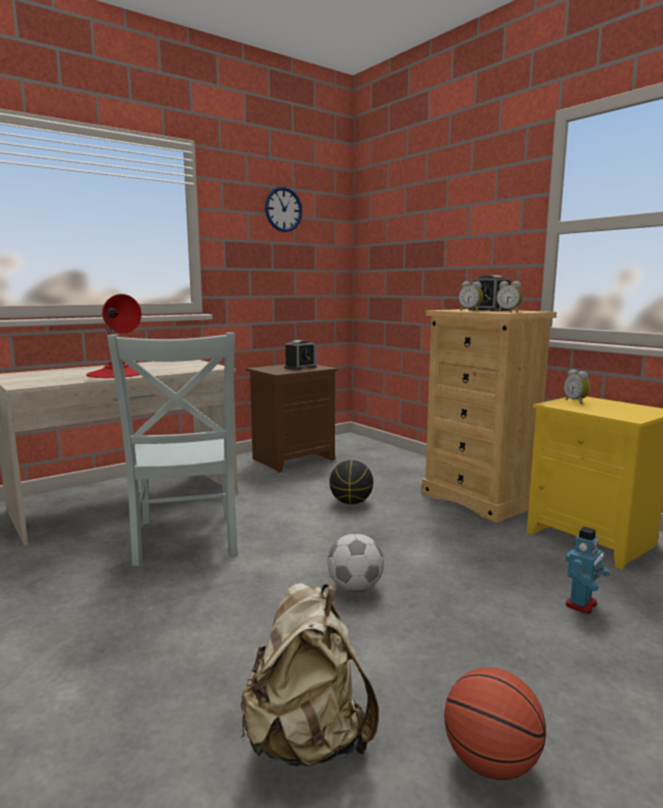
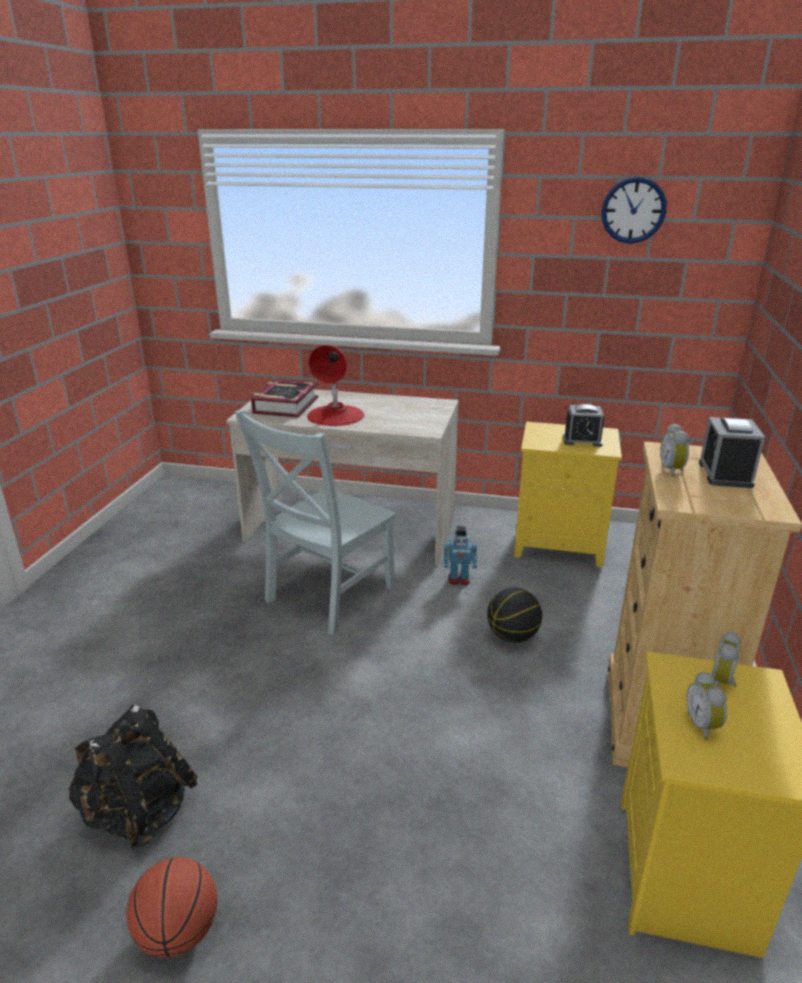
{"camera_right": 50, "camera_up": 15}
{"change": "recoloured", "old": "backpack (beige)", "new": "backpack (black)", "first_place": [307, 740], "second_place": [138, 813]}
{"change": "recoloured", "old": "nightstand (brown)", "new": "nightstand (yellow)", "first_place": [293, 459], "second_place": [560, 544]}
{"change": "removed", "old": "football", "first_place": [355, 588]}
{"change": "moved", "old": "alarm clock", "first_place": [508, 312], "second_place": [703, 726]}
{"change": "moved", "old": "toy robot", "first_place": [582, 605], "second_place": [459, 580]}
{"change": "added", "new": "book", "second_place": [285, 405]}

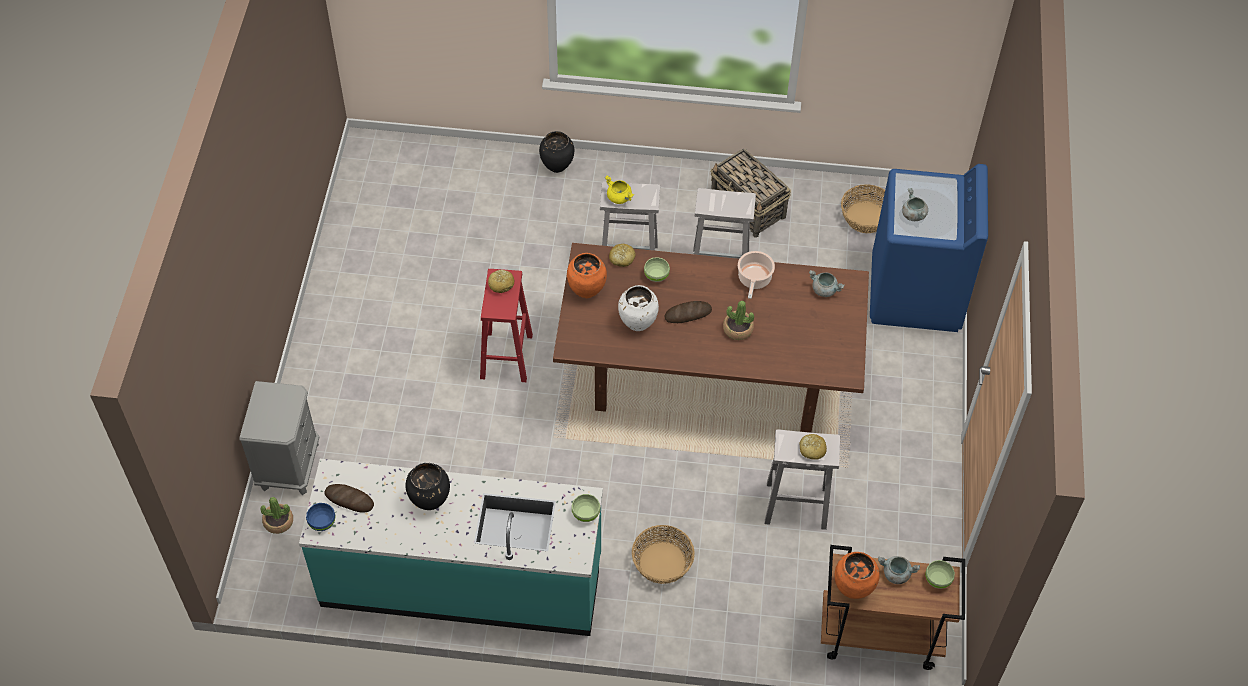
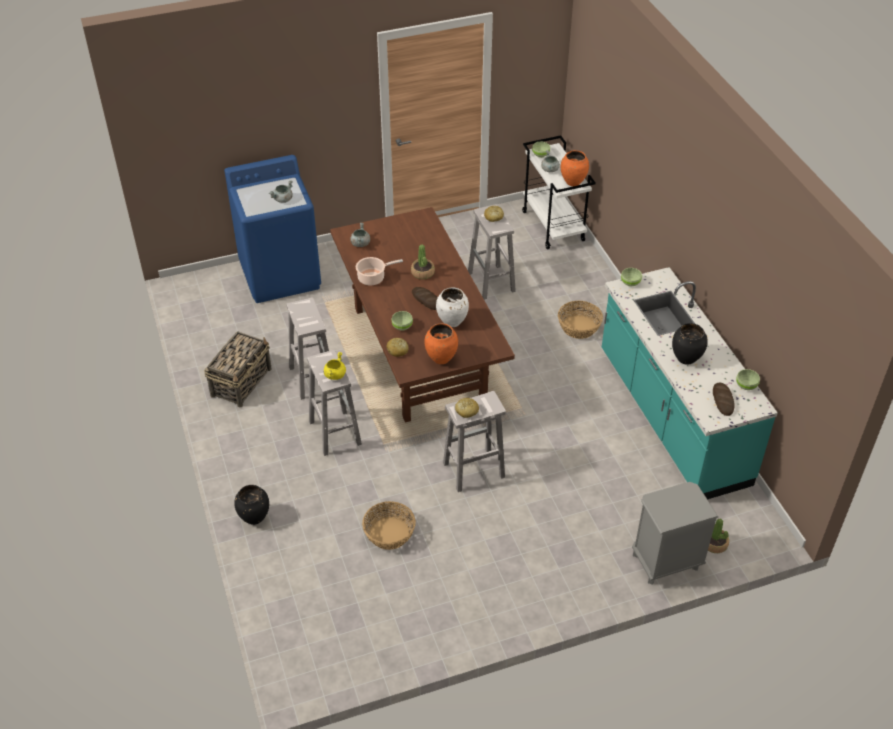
{"camera_right": -115, "camera_up": -10}
{"change": "removed", "old": "bowl (blue)", "first_place": [322, 522]}
{"change": "recoloured", "old": "stool (red)", "new": "stool (white)", "first_place": [506, 355], "second_place": [472, 470]}
{"change": "recoloured", "old": "cart (brown)", "new": "cart (white)", "first_place": [878, 636], "second_place": [554, 226]}
{"change": "moved", "old": "basket", "first_place": [866, 218], "second_place": [389, 533]}
{"change": "added", "new": "bowl (green)", "second_place": [745, 386]}

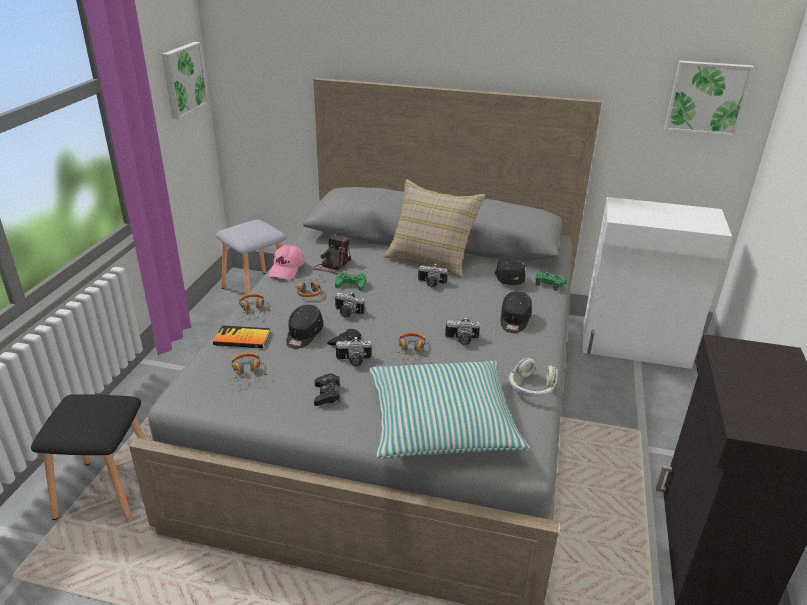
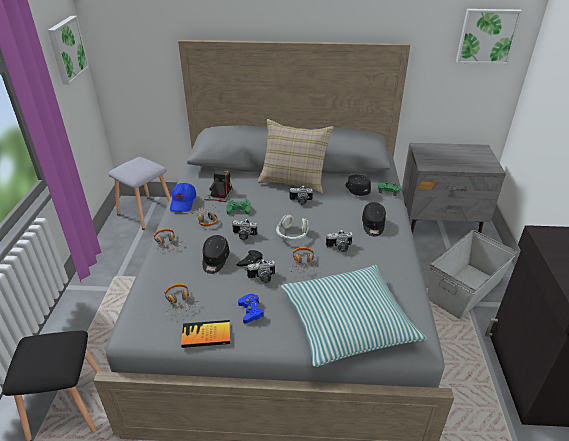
{"camera_right": -10, "camera_up": 5}
{"change": "moved", "old": "book", "first_place": [242, 338], "second_place": [206, 335]}
{"change": "recoloured", "old": "cap (pink)", "new": "cap (blue)", "first_place": [287, 269], "second_place": [183, 202]}
{"change": "recoloured", "old": "game controller (black)", "new": "game controller (blue)", "first_place": [327, 394], "second_place": [250, 311]}
{"change": "moved", "old": "headphones", "first_place": [531, 388], "second_place": [292, 235]}
{"change": "replaced", "old": "cabinet (white)", "new": "nightstand (grey)", "first_place": [635, 346], "second_place": [440, 223]}
{"change": "added", "new": "storage box (grey)", "second_place": [465, 290]}

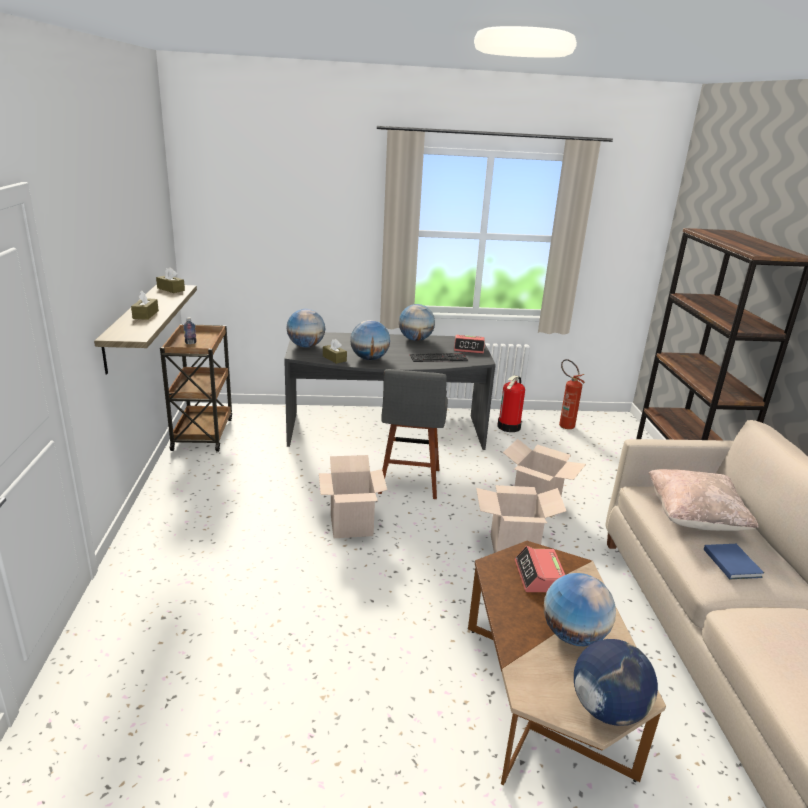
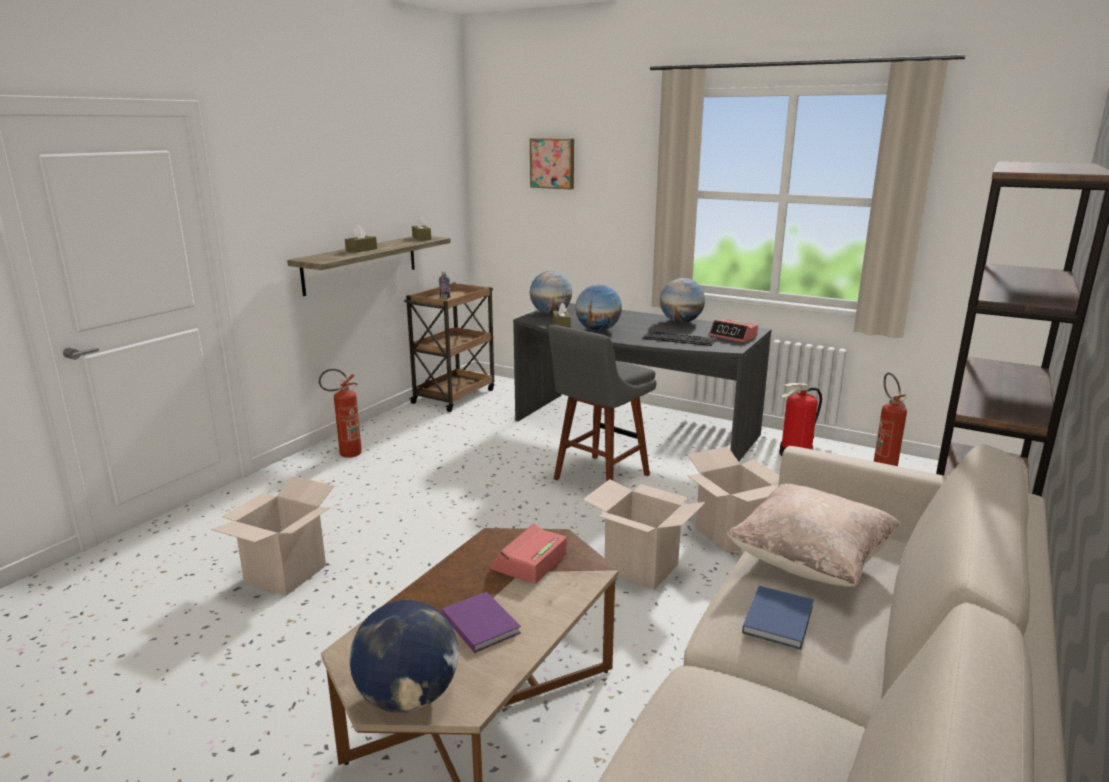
{"camera_right": 35, "camera_up": -5}
{"change": "moved", "old": "cardboard box", "first_place": [351, 525], "second_place": [285, 574]}
{"change": "replaced", "old": "globe", "new": "book (purple)", "first_place": [573, 635], "second_place": [481, 623]}
{"change": "added", "new": "fire extinguisher", "second_place": [345, 455]}
{"change": "added", "new": "picture", "second_place": [553, 163]}

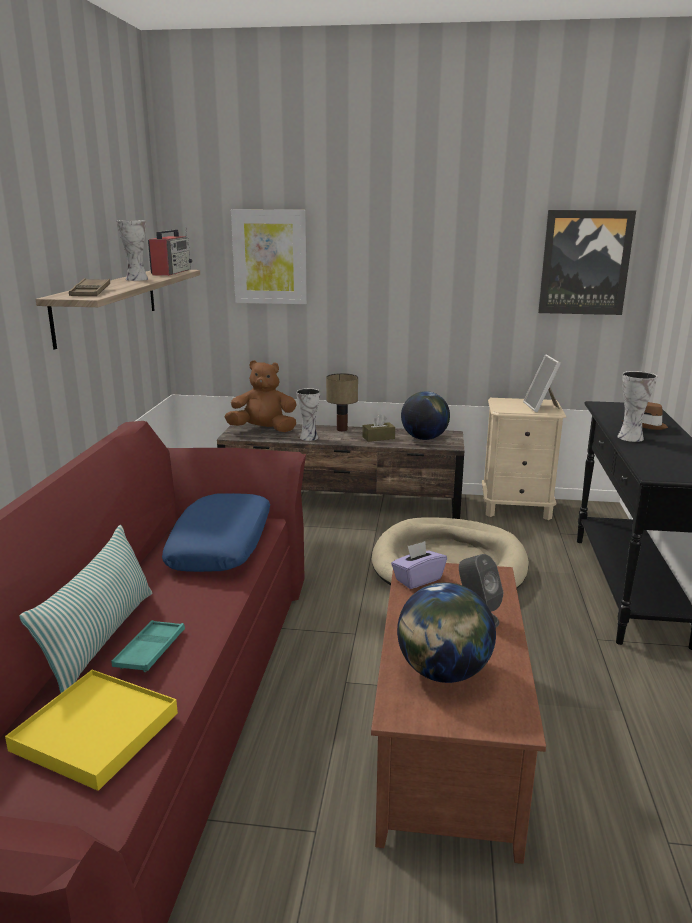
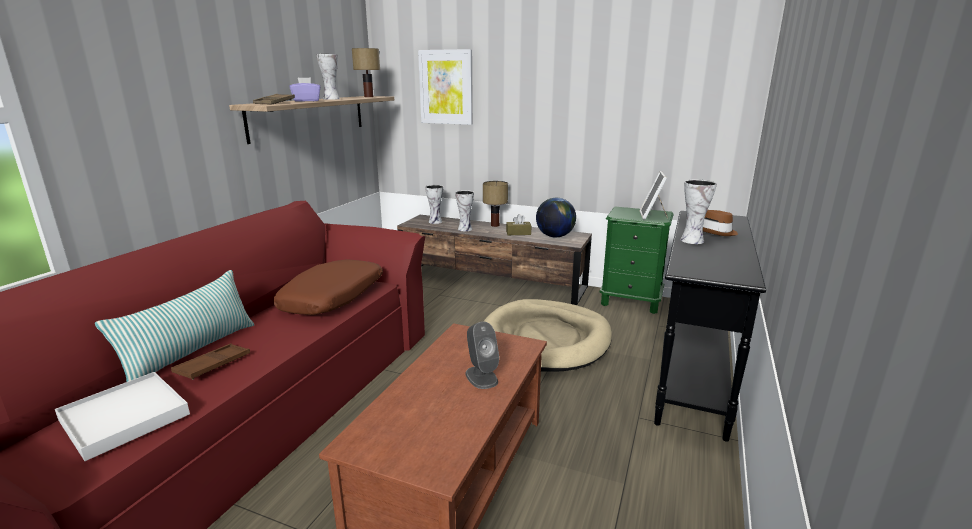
{"camera_right": 15, "camera_up": 0}
{"change": "recoloured", "old": "tray (yellow)", "new": "tray (white)", "first_place": [95, 731], "second_place": [125, 417]}
{"change": "recoloured", "old": "tray (turquoise)", "new": "tray (brown)", "first_place": [150, 651], "second_place": [213, 365]}
{"change": "replaced", "old": "radio", "new": "table lamp", "first_place": [171, 272], "second_place": [368, 97]}
{"change": "recoloured", "old": "pillow (blue)", "new": "pillow (brown)", "first_place": [221, 545], "second_place": [333, 298]}
{"change": "replaced", "old": "plush toy (brown)", "new": "vase", "first_place": [263, 430], "second_place": [436, 221]}
{"change": "moved", "old": "tissue box (purple)", "first_place": [417, 579], "second_place": [306, 101]}
{"change": "removed", "old": "globe", "first_place": [443, 672]}
{"change": "recoloured", "old": "nightstand (beige)", "new": "nightstand (green)", "first_place": [516, 508], "second_place": [631, 301]}
{"change": "removed", "old": "picture", "first_place": [585, 263]}

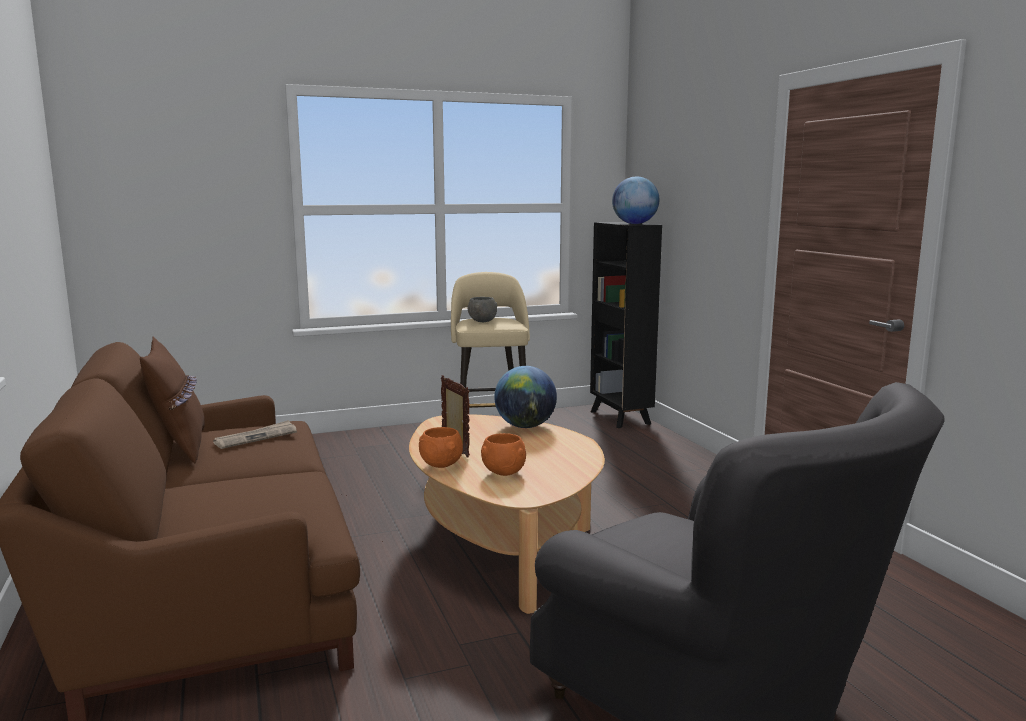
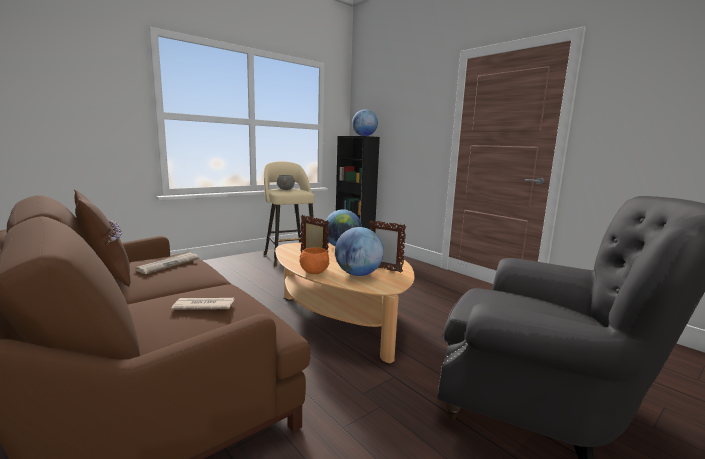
{"camera_right": -20, "camera_up": 0}
{"change": "replaced", "old": "bowl (orange)", "new": "globe", "first_place": [503, 473], "second_place": [358, 274]}
{"change": "added", "new": "newspaper", "second_place": [204, 306]}
{"change": "added", "new": "picture frame", "second_place": [384, 269]}

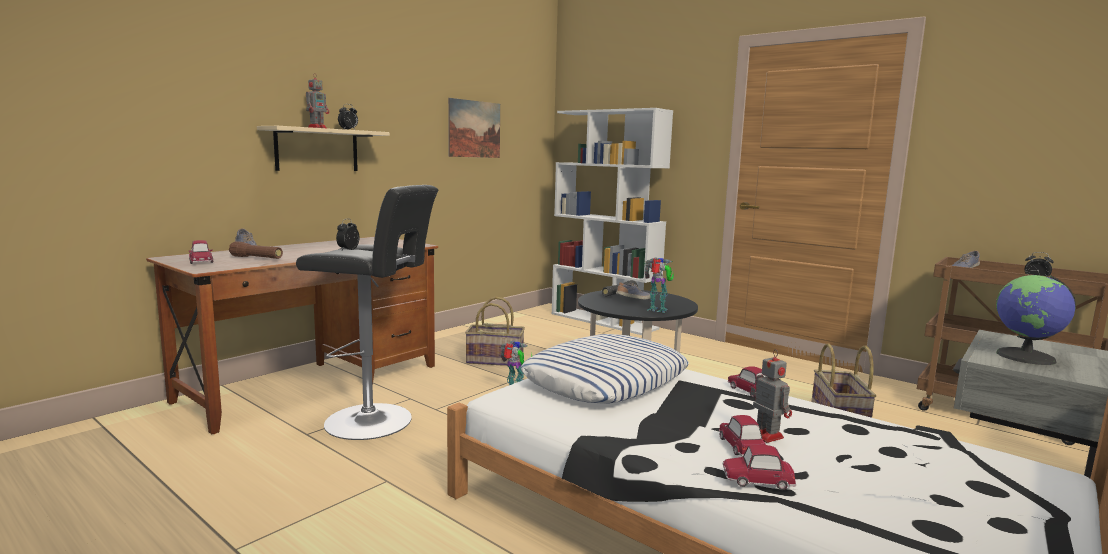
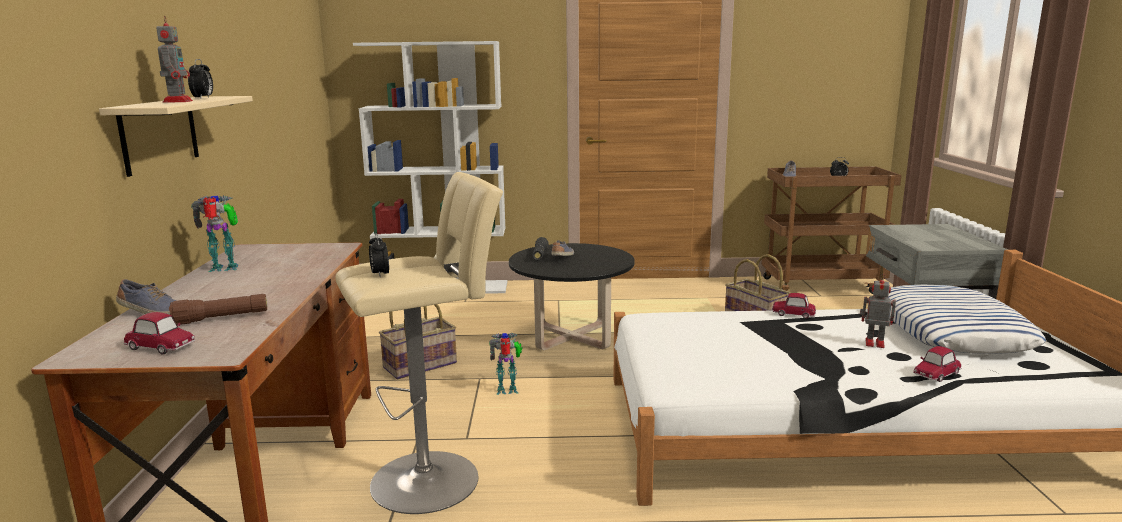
{"camera_right": -40, "camera_up": 5}
{"change": "recoloured", "old": "stool (black)", "new": "stool (beige)", "first_place": [374, 421], "second_place": [433, 478]}
{"change": "removed", "old": "picture", "first_place": [474, 129]}
{"change": "moved", "old": "pillow", "first_place": [605, 380], "second_place": [951, 330]}
{"change": "moved", "old": "toy robot", "first_place": [658, 310], "second_place": [225, 269]}
{"change": "removed", "old": "toy car", "first_place": [741, 446]}
{"change": "removed", "old": "globe", "first_place": [1026, 357]}

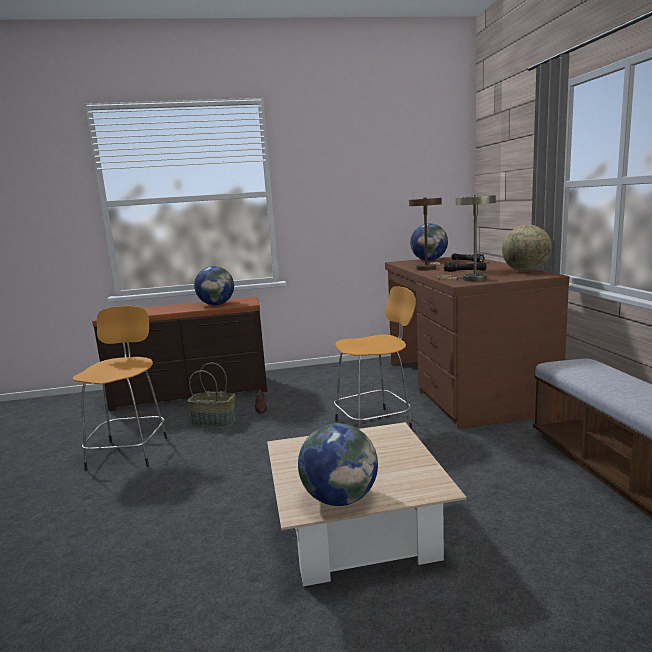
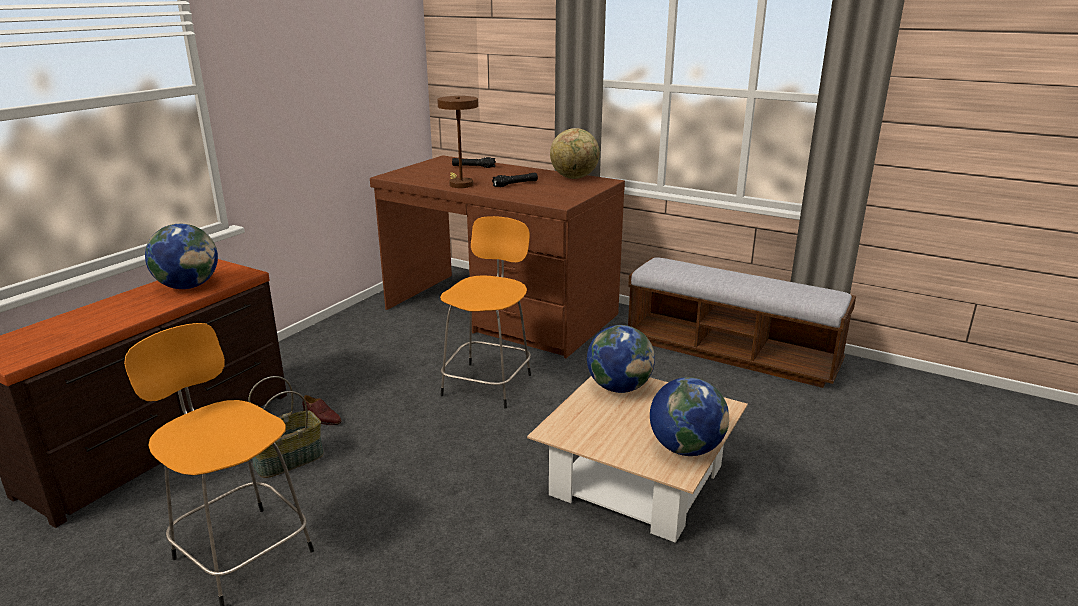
{"camera_right": -50, "camera_up": 10}
{"change": "moved", "old": "globe", "first_place": [429, 260], "second_place": [619, 387]}
{"change": "removed", "old": "table lamp (beige)", "first_place": [470, 279]}

